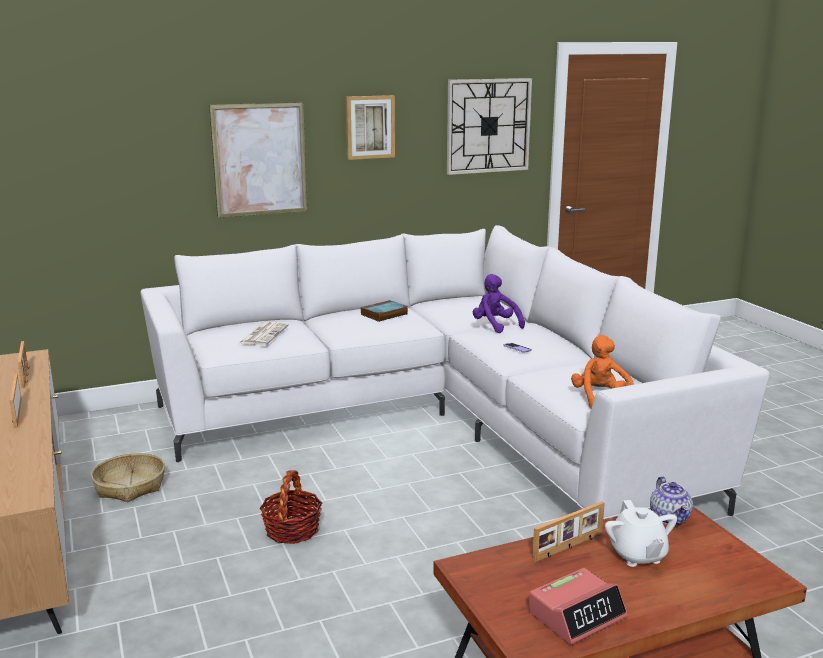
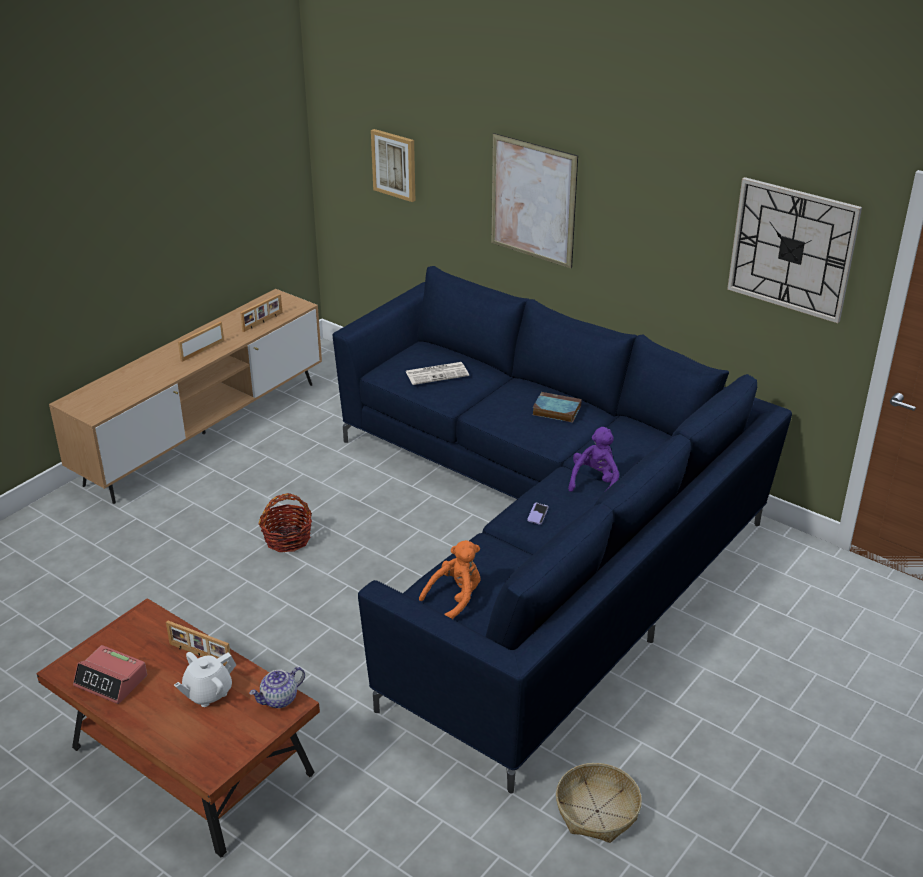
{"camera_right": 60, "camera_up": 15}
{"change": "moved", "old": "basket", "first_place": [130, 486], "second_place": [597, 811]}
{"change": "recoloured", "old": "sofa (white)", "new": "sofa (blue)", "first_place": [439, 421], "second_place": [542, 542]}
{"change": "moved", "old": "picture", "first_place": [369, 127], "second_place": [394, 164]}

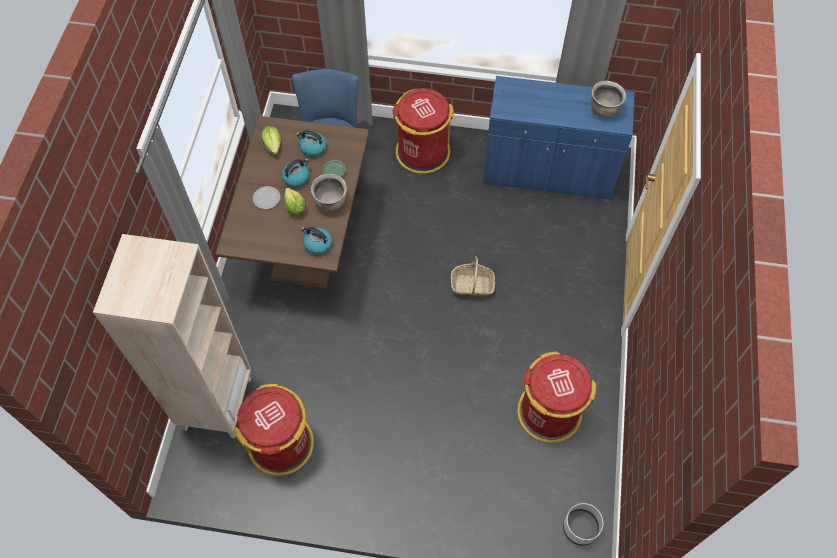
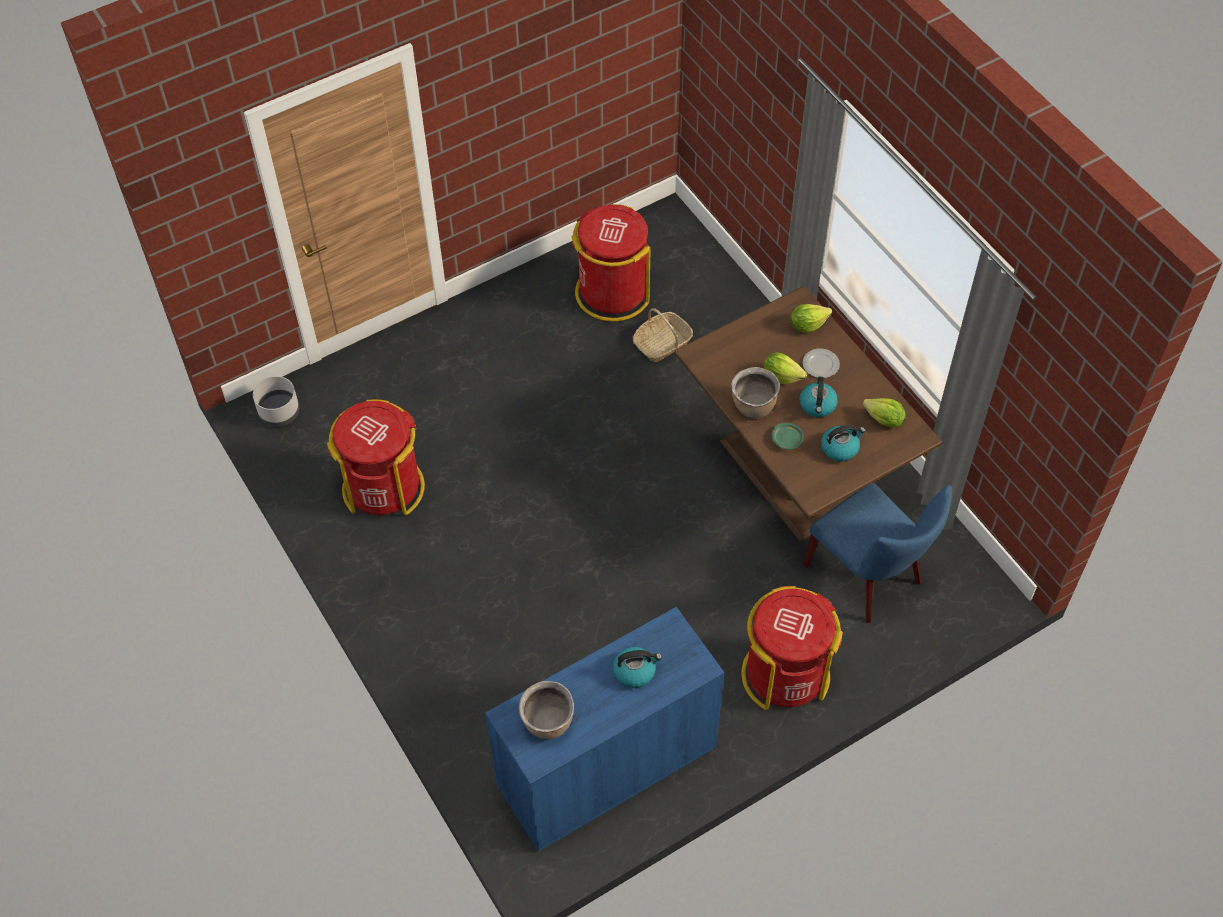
{"camera_right": 140, "camera_up": -5}
{"change": "removed", "old": "bookcase (beige)", "first_place": [217, 403]}
{"change": "moved", "old": "kettle", "first_place": [317, 244], "second_place": [635, 671]}
{"change": "moved", "old": "basket", "first_place": [472, 285], "second_place": [662, 343]}
{"change": "added", "new": "lettuce", "second_place": [807, 325]}

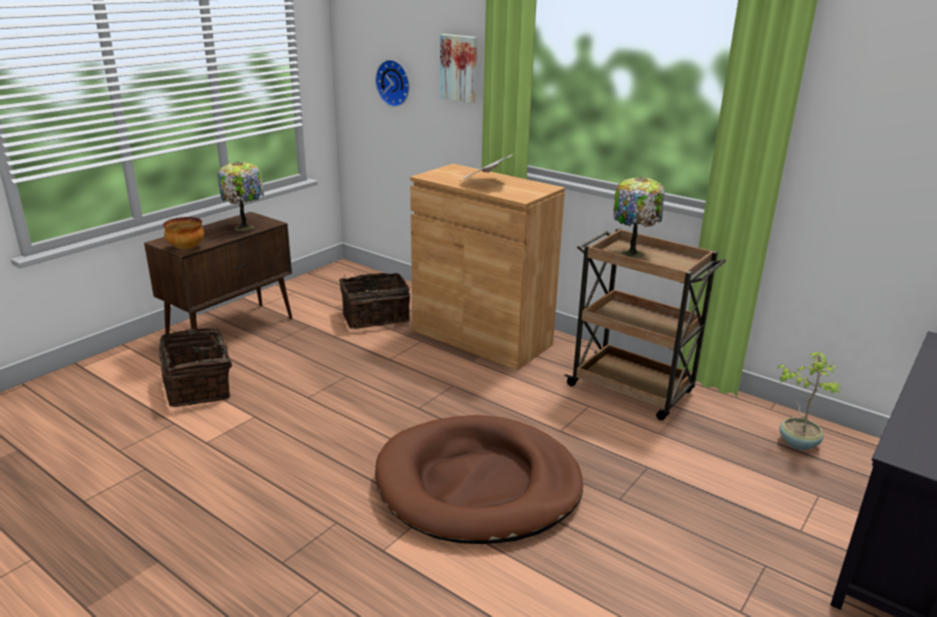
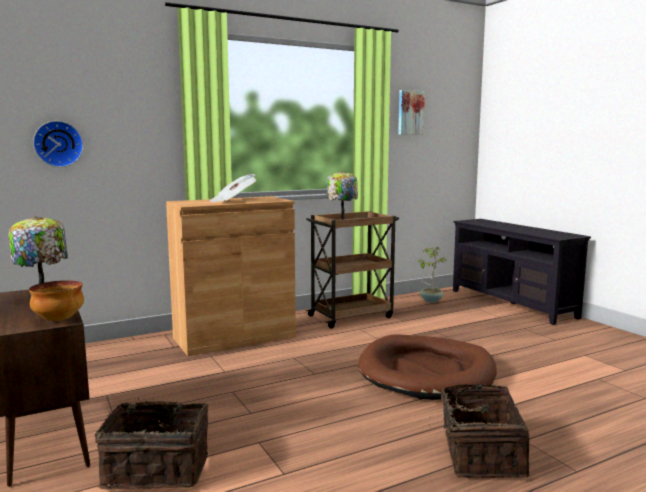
{"camera_right": -65, "camera_up": -15}
{"change": "moved", "old": "basket", "first_place": [375, 317], "second_place": [479, 455]}
{"change": "moved", "old": "picture", "first_place": [459, 68], "second_place": [410, 112]}

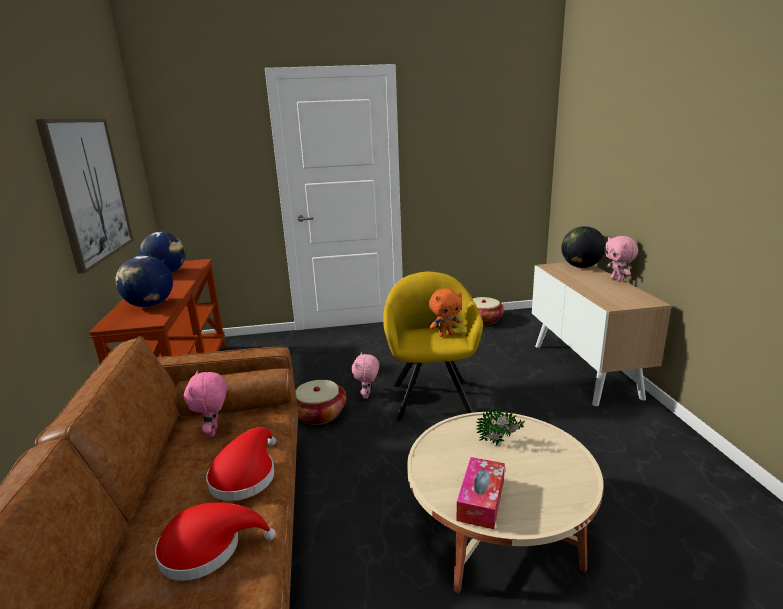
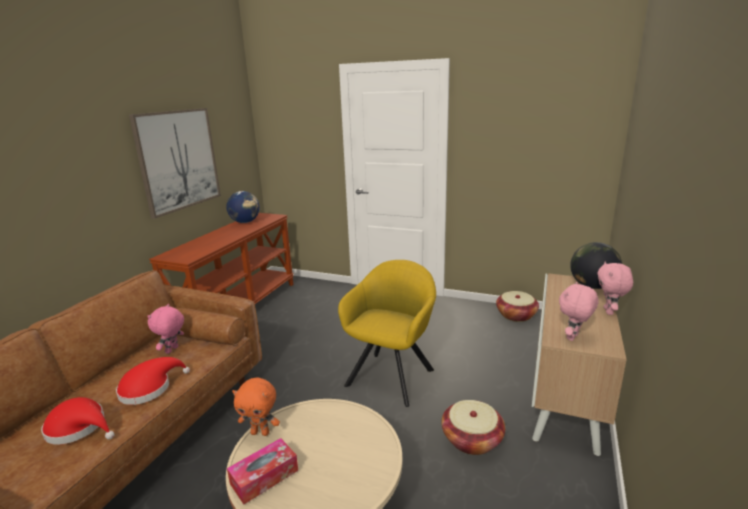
{"camera_right": 30, "camera_up": 0}
{"change": "removed", "old": "globe", "first_place": [150, 305]}
{"change": "moved", "old": "basket", "first_place": [319, 414], "second_place": [472, 439]}
{"change": "moved", "old": "plush toy (pink)", "first_place": [367, 395], "second_place": [573, 337]}
{"change": "moved", "old": "plush toy (orange)", "first_place": [445, 334], "second_place": [261, 432]}
{"change": "removed", "old": "potted plant", "first_place": [500, 443]}

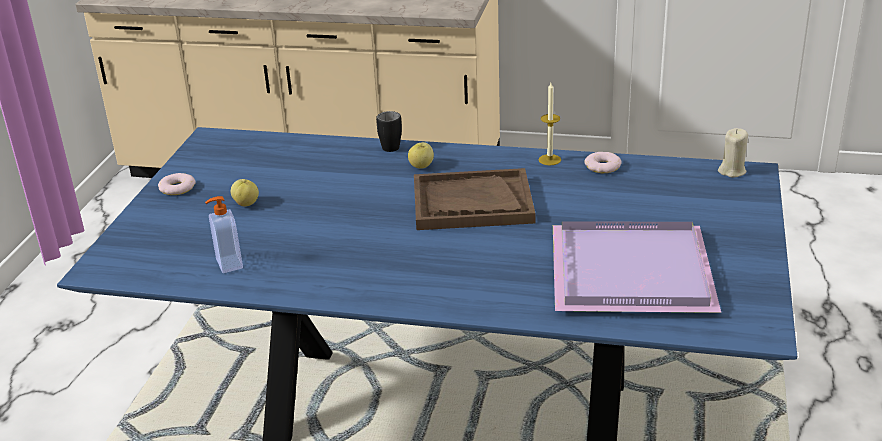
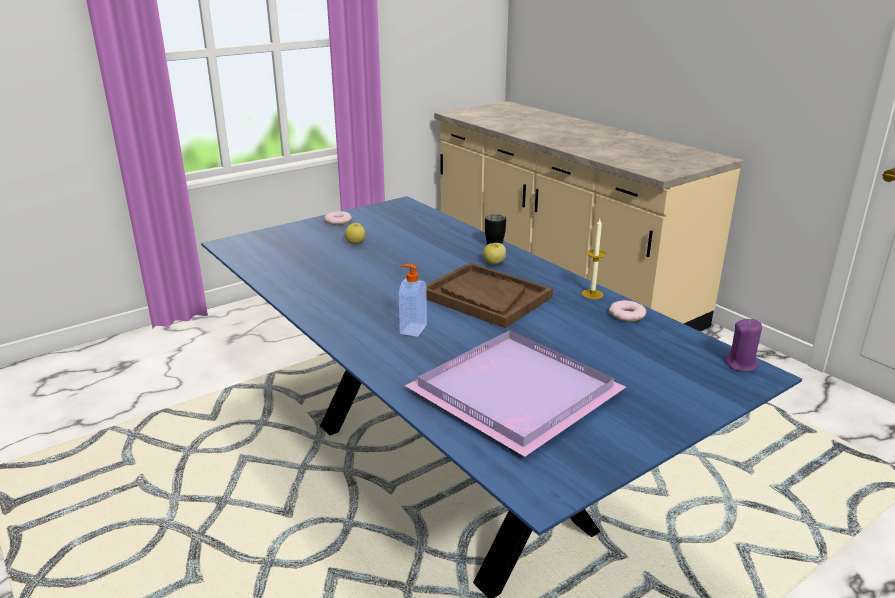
{"camera_right": 40, "camera_up": -5}
{"change": "moved", "old": "soap dispenser", "first_place": [228, 264], "second_place": [412, 329]}
{"change": "recoloured", "old": "candle (beige)", "new": "candle (purple)", "first_place": [732, 171], "second_place": [741, 365]}

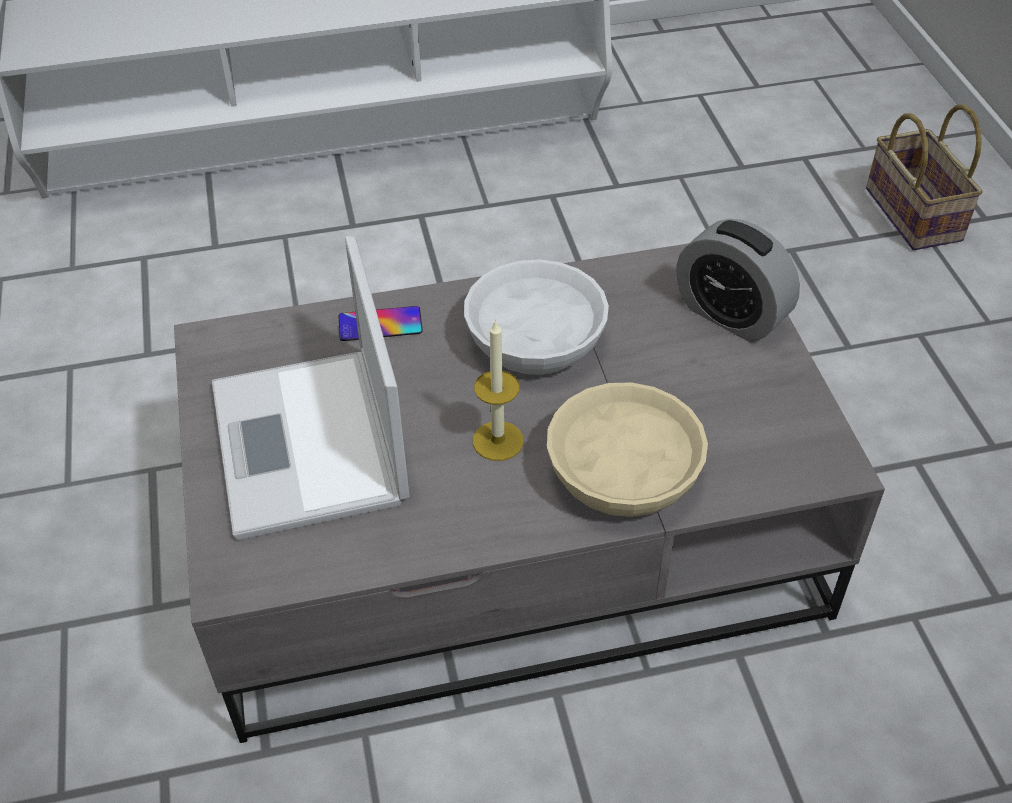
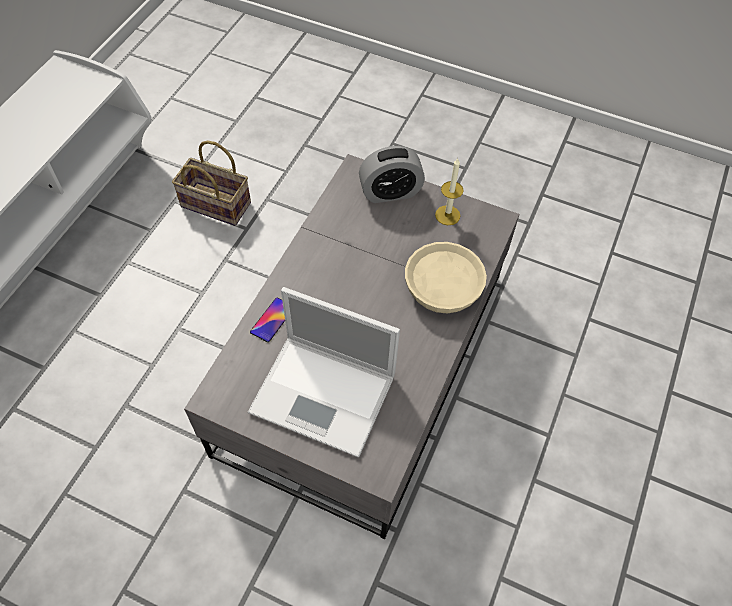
{"camera_right": -55, "camera_up": 10}
{"change": "removed", "old": "bowl (white)", "first_place": [534, 338]}
{"change": "moved", "old": "candle", "first_place": [498, 441], "second_place": [447, 215]}
{"change": "moved", "old": "basket", "first_place": [909, 213], "second_place": [213, 205]}

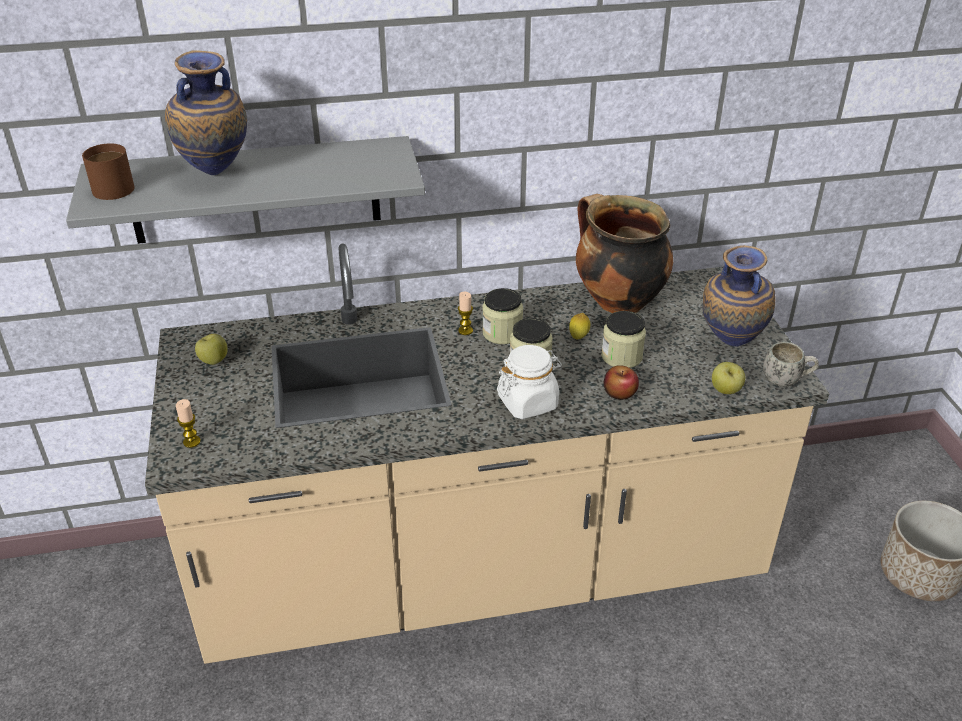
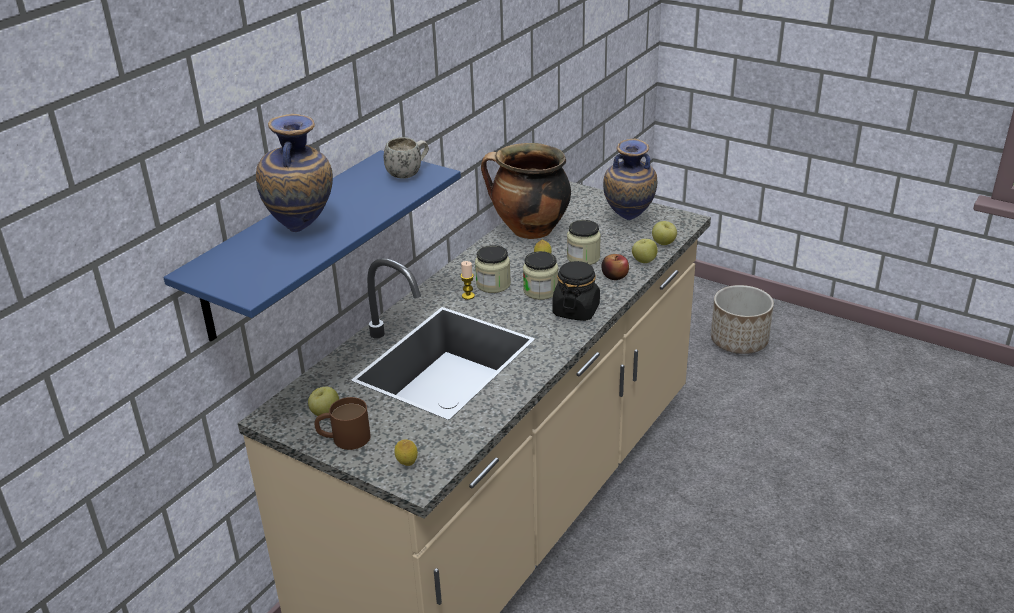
{"camera_right": -45, "camera_up": -5}
{"change": "recoloured", "old": "shelf (grey)", "new": "shelf (blue)", "first_place": [255, 190], "second_place": [289, 245]}
{"change": "moved", "old": "mug (brown)", "first_place": [108, 187], "second_place": [343, 438]}
{"change": "replaced", "old": "candle", "new": "lemon", "first_place": [191, 442], "second_place": [407, 464]}
{"change": "recoloured", "old": "jar (white)", "new": "jar (black)", "first_place": [528, 403], "second_place": [576, 310]}
{"change": "moved", "old": "mug (white)", "first_place": [786, 381], "second_place": [409, 173]}
{"change": "added", "new": "apple", "second_place": [643, 261]}

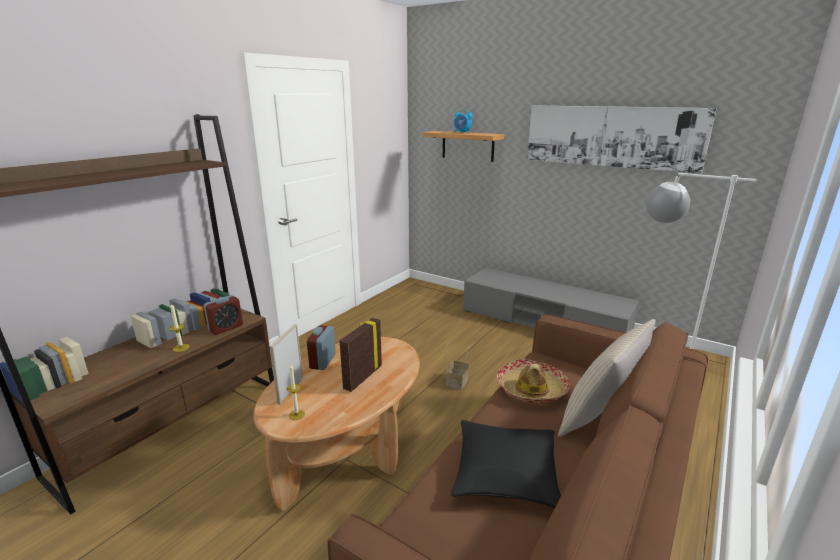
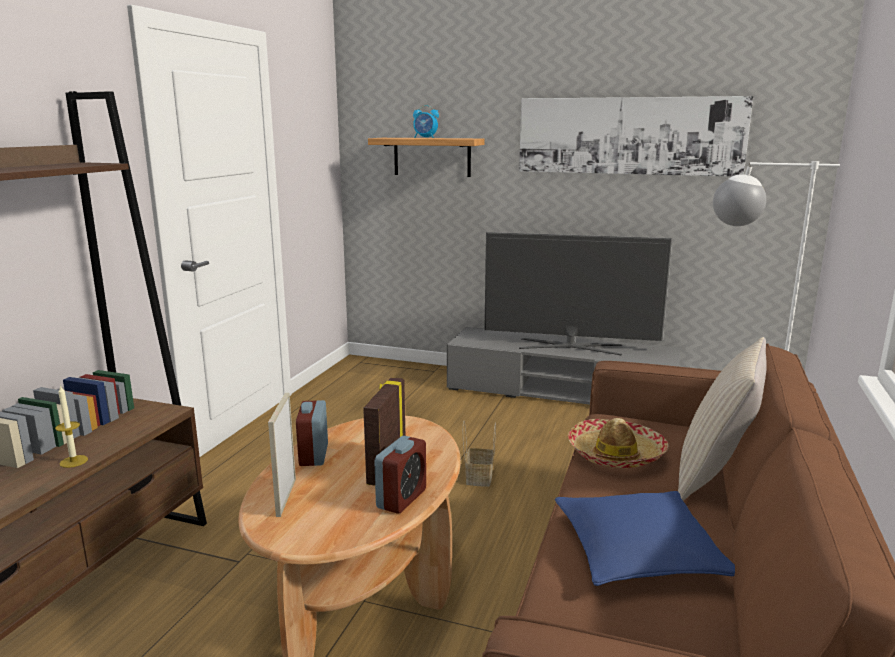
{"camera_right": -15, "camera_up": -5}
{"change": "moved", "old": "alarm clock", "first_place": [226, 328], "second_place": [401, 498]}
{"change": "removed", "old": "candle", "first_place": [296, 415]}
{"change": "recoloured", "old": "pillow (black)", "new": "pillow (blue)", "first_place": [505, 473], "second_place": [638, 552]}
{"change": "added", "new": "television", "second_place": [570, 346]}

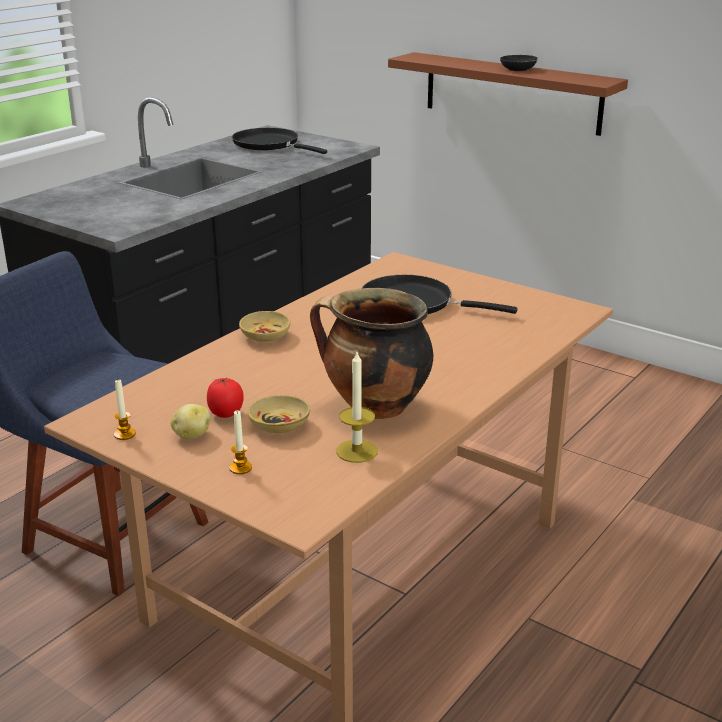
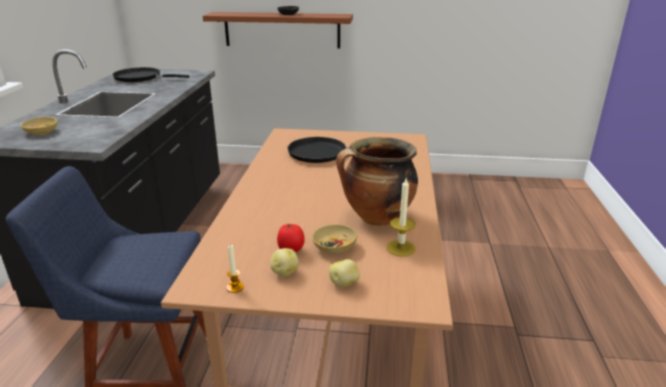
{"camera_right": -30, "camera_up": 0}
{"change": "replaced", "old": "candle", "new": "potato", "first_place": [240, 468], "second_place": [344, 283]}
{"change": "moved", "old": "bowl (beige)", "first_place": [266, 336], "second_place": [42, 132]}

